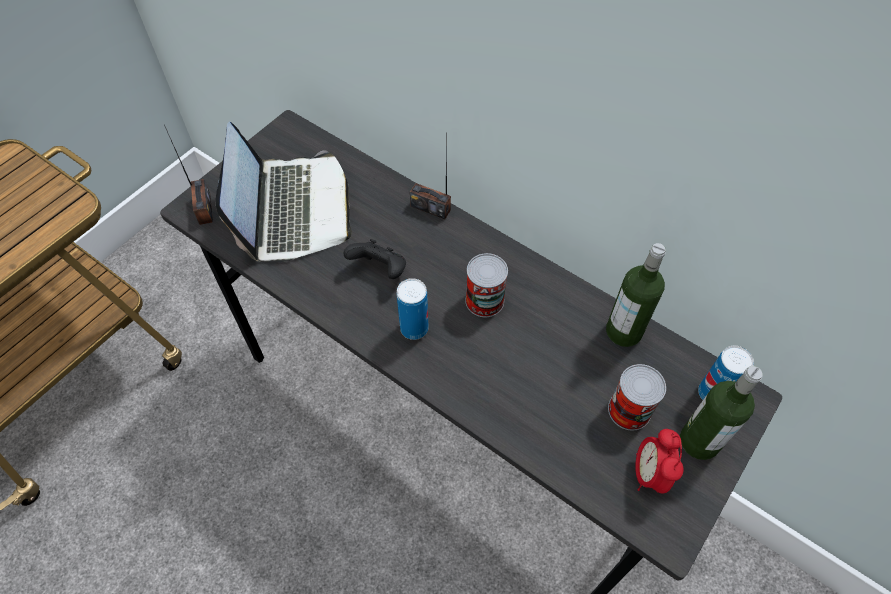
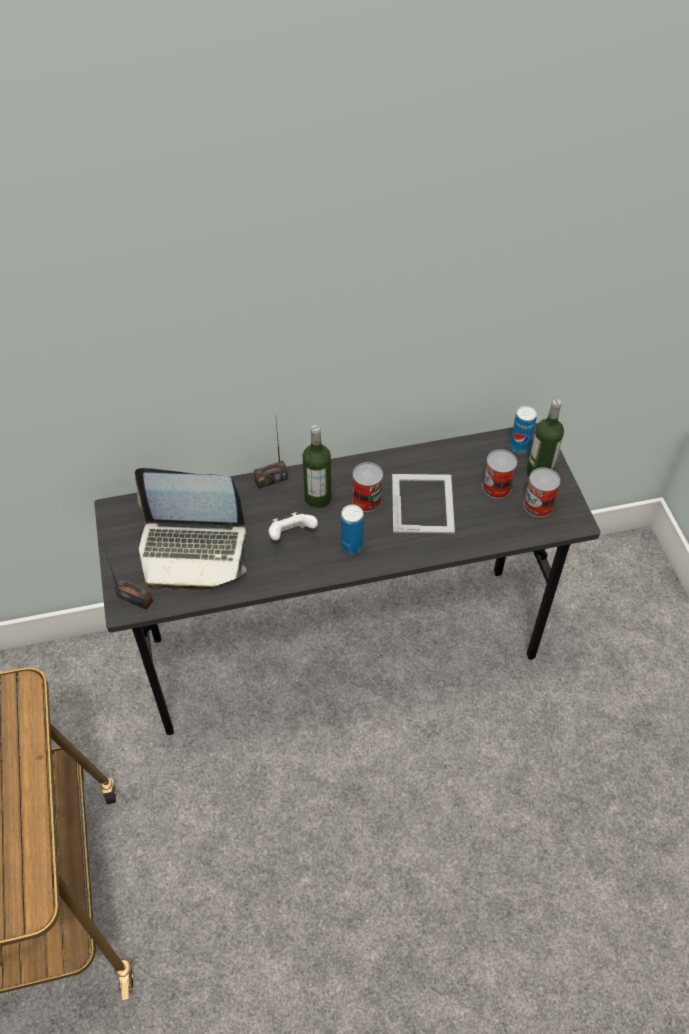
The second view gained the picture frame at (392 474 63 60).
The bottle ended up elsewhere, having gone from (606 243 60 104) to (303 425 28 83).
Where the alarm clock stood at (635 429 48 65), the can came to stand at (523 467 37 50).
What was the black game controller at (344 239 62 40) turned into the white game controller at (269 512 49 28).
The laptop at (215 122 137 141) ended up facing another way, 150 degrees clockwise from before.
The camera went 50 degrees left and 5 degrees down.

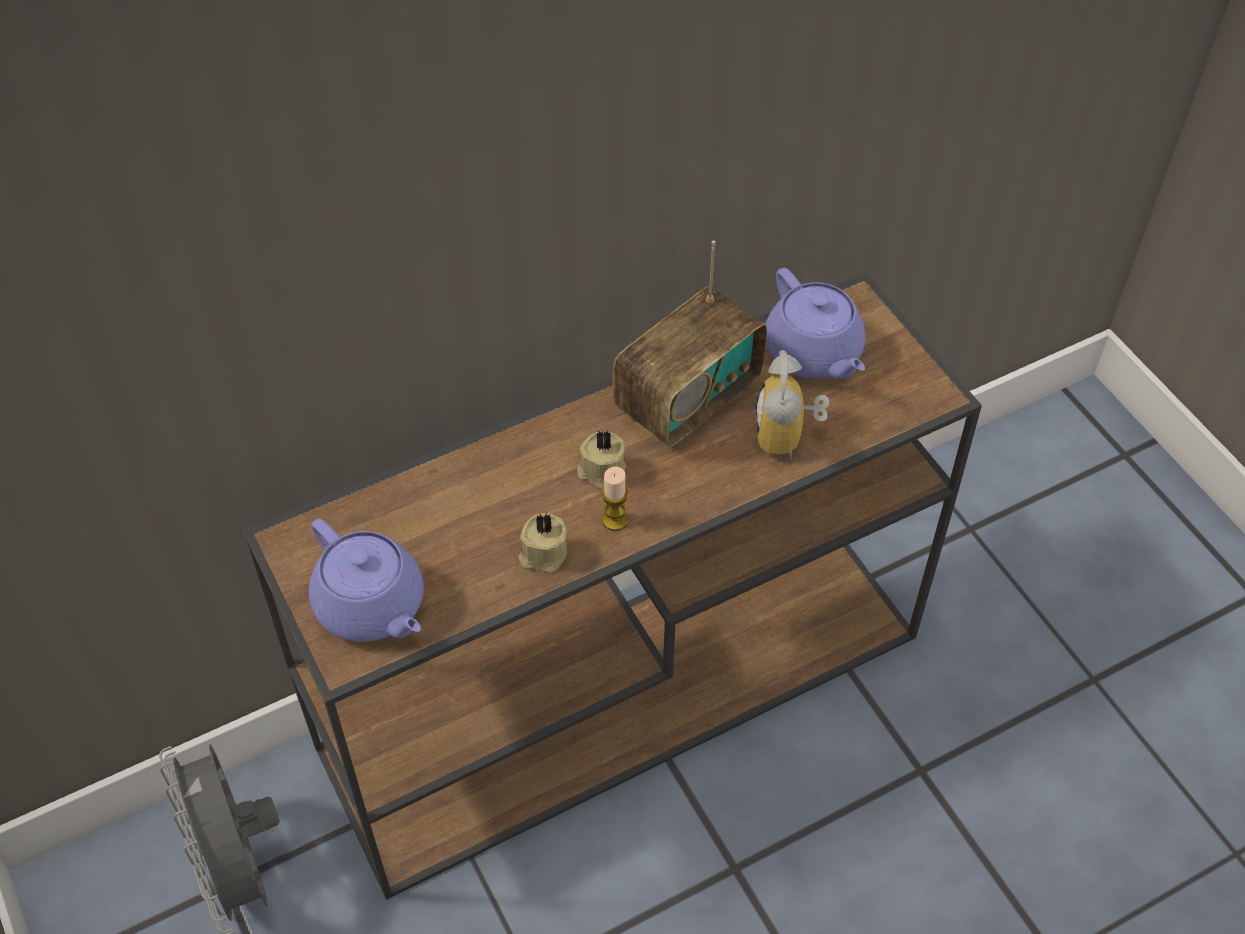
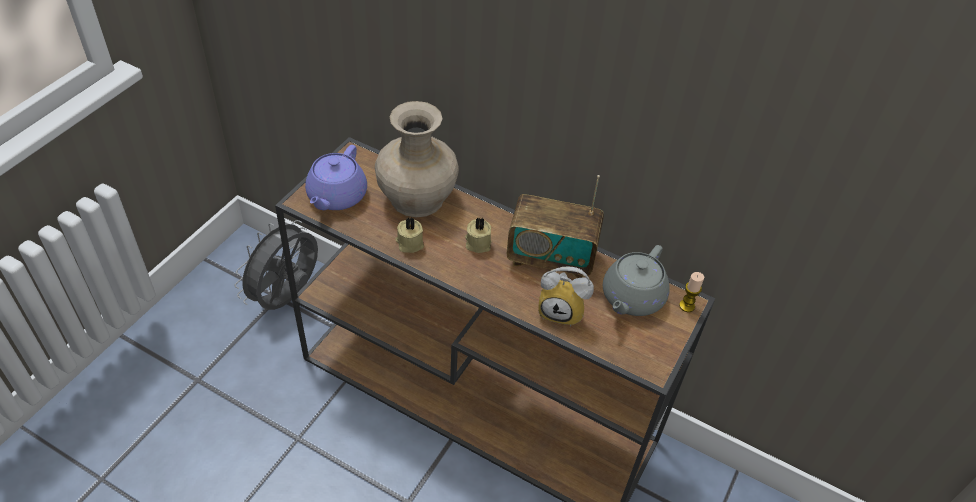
The second view gained the beige vase at (375 101 84 116).
The candle ended up elsewhere, having gone from (601 467 27 64) to (679 272 25 40).
What was the purple teapot at (765 268 100 111) turned into the grey teapot at (603 245 67 71).
The alarm clock at (755 350 74 109) ended up facing another way, 135 degrees counterclockwise from before.
The camera went 55 degrees right and 5 degrees down.

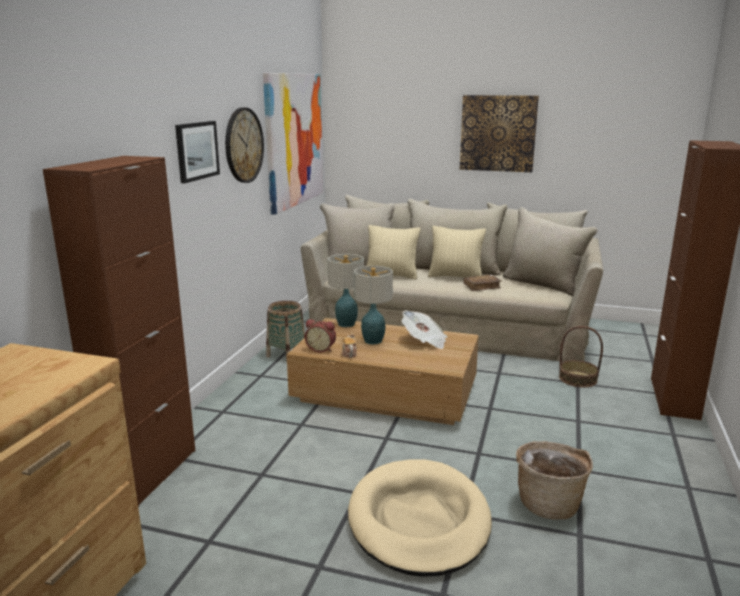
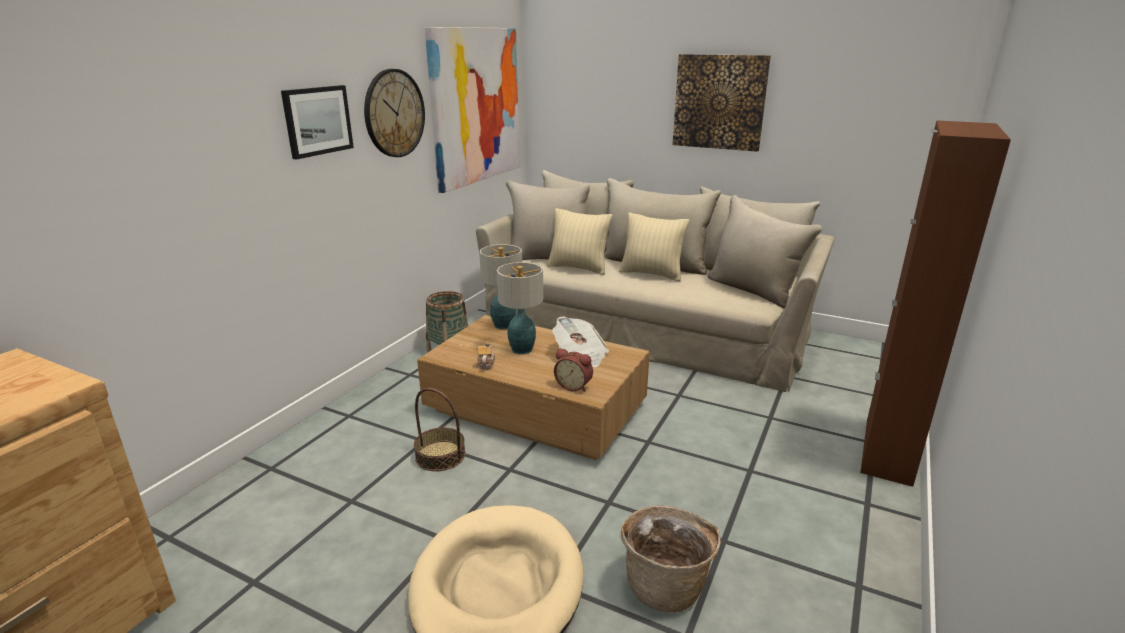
The second view lost the brown cabinet at (43 156 152 351).
The second view lost the brown book at (463 275 39 16).
The alarm clock ended up elsewhere, having gone from (305 319 31 33) to (554 349 39 42).
The basket ended up elsewhere, having gone from (559 326 44 61) to (414 388 52 83).
The camera went 10 degrees right and 5 degrees up.

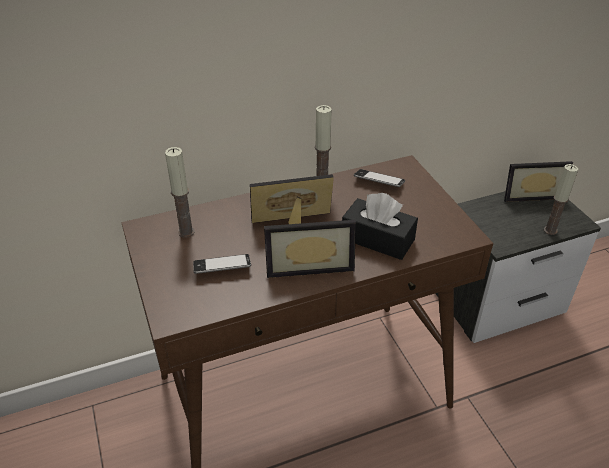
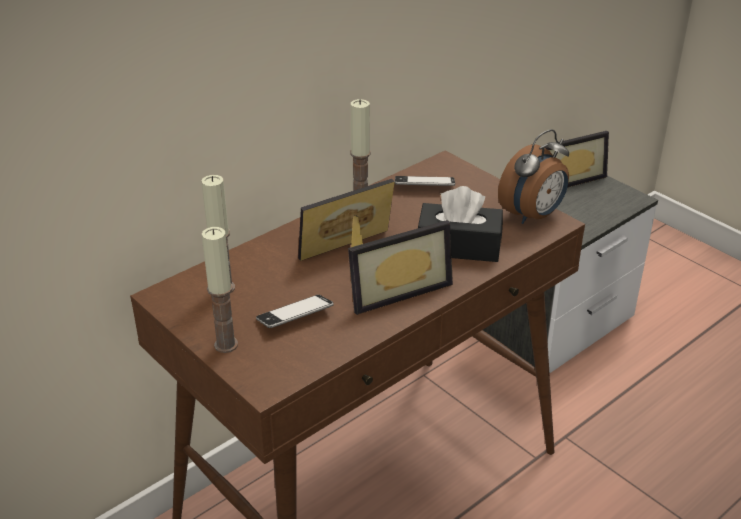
The second view gained the alarm clock at (498 129 71 95).
The candle ended up elsewhere, having gone from (544 164 34 71) to (202 227 36 126).
The camera went 20 degrees left and 5 degrees down.

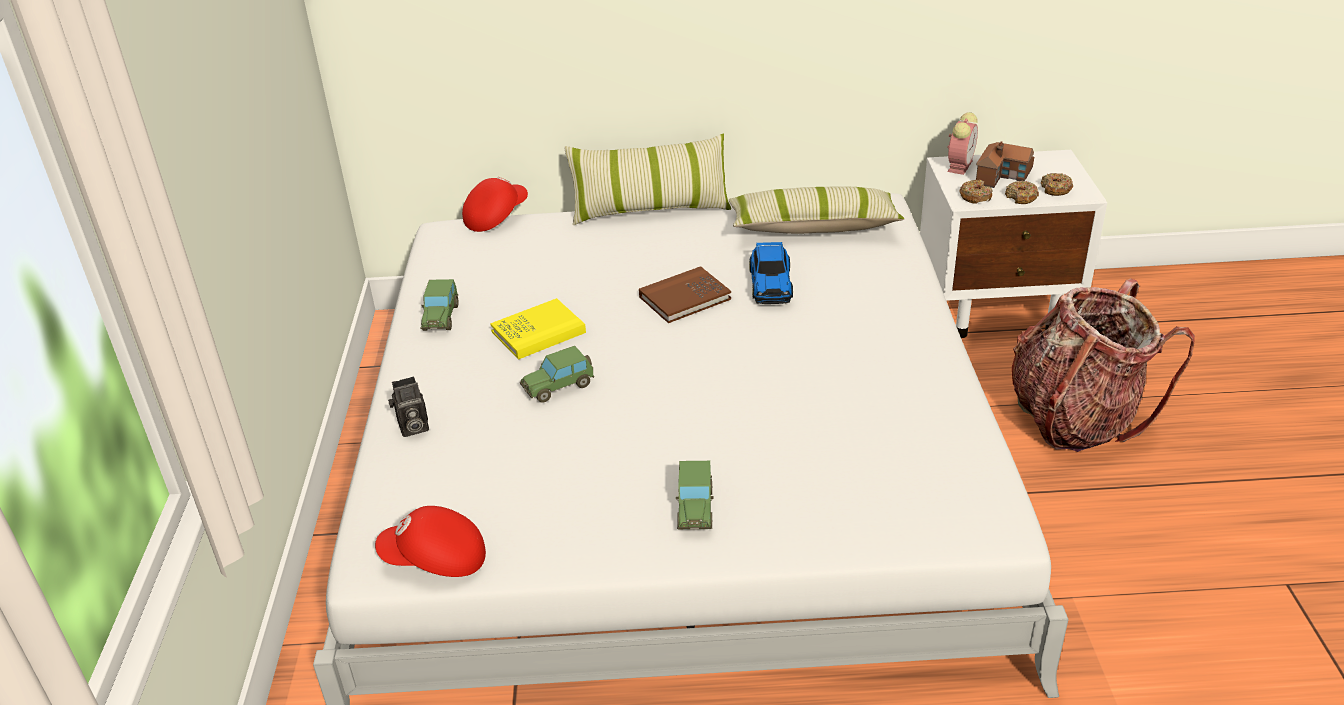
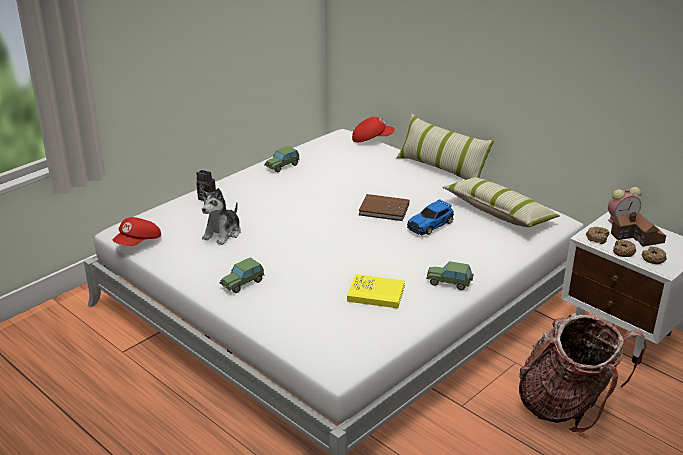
The second view gained the plush toy at (201 188 40 57).
The yellow book ended up elsewhere, having gone from (490 298 96 62) to (347 274 58 34).
The toy car ended up elsewhere, having gone from (520 346 74 57) to (426 261 47 29).
The red cap at (375 506 111 71) ended up facing another way, 105 degrees counterclockwise from before.
The camera went 45 degrees right and 5 degrees down.

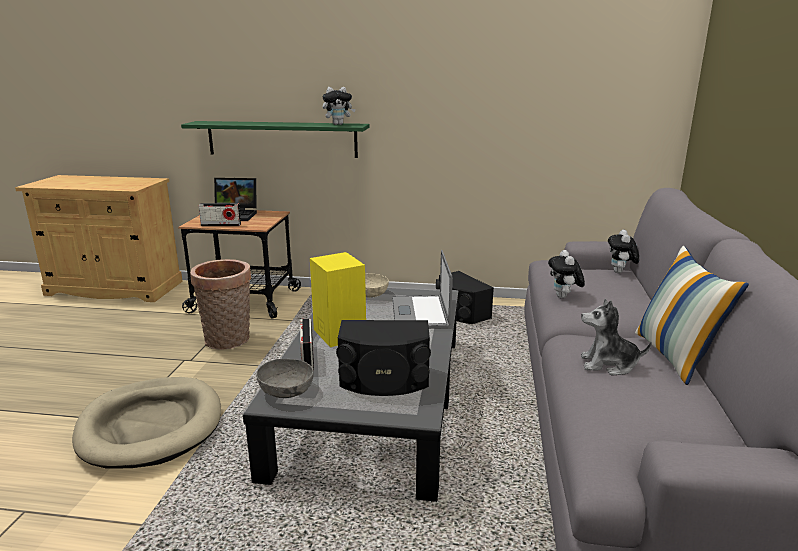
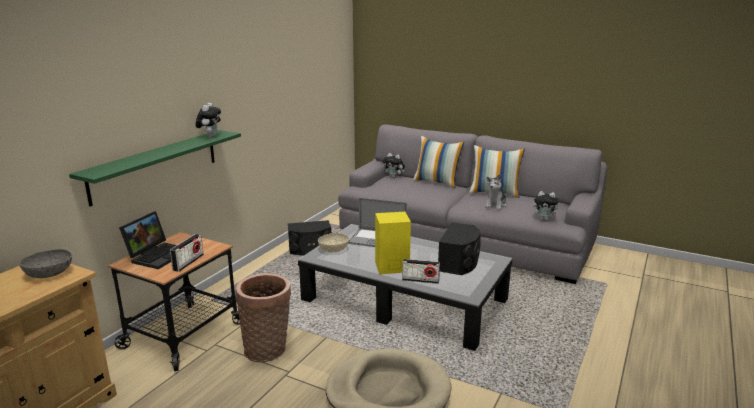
The second view gained the pillow at (413 136 51 52).
The grey bowl ended up elsewhere, having gone from (256 359 58 39) to (19 249 53 29).
The plush toy ended up elsewhere, having gone from (548 250 37 48) to (533 191 28 30).
The camera went 70 degrees left and 0 degrees up.

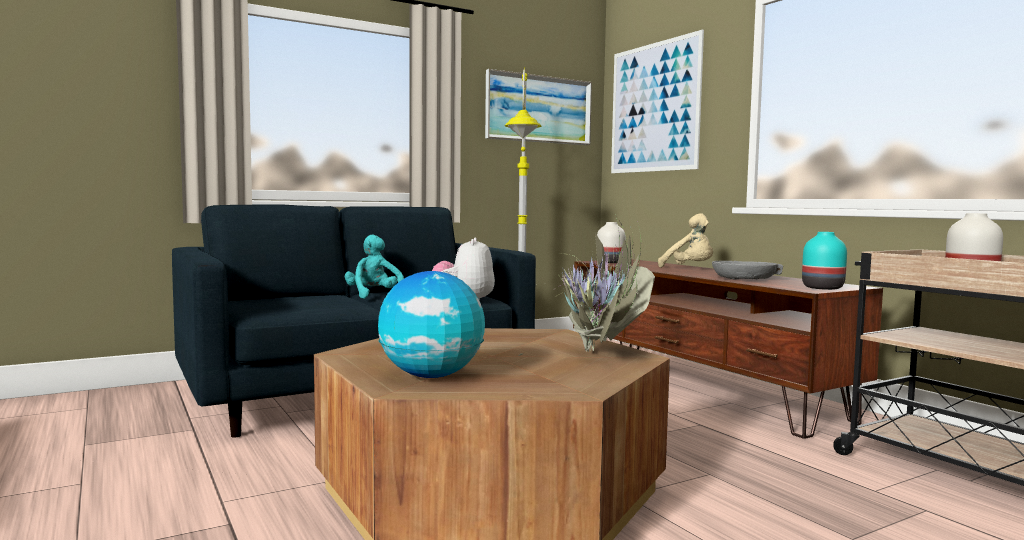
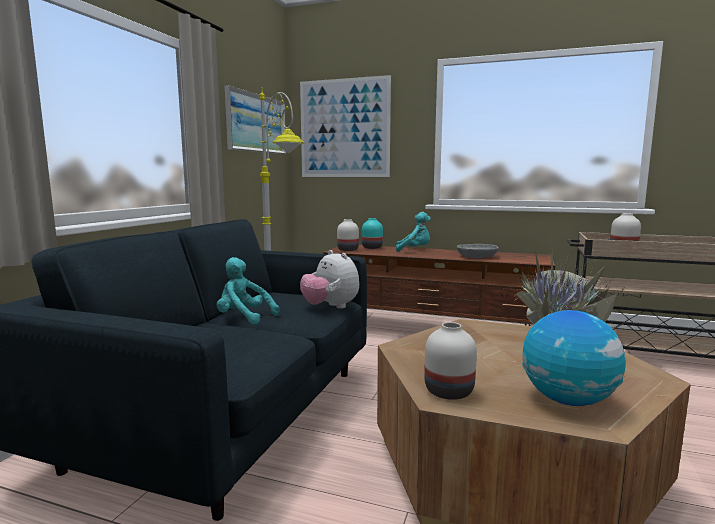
The second view gained the white vase at (424 322 53 78).
The turquoise vase ended up elsewhere, having gone from (802 232 45 58) to (362 218 21 31).
What was the beige plush toy at (658 213 55 55) turned into the turquoise plush toy at (396 212 35 40).
The camera went 40 degrees left and 5 degrees up.

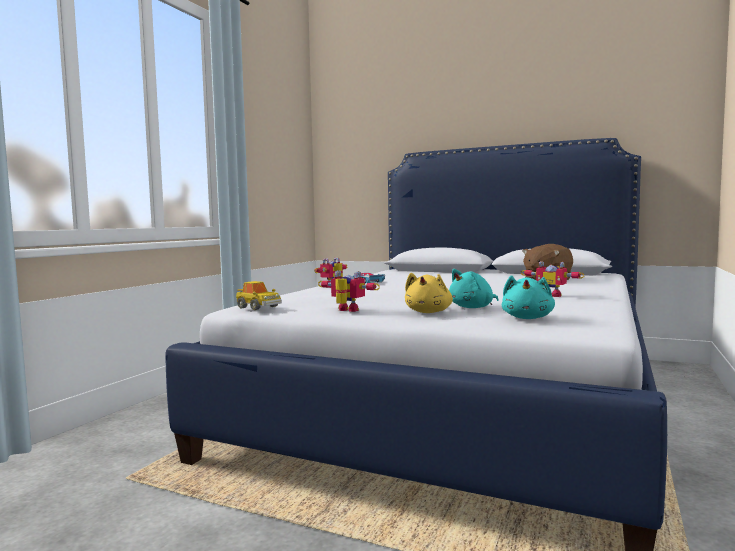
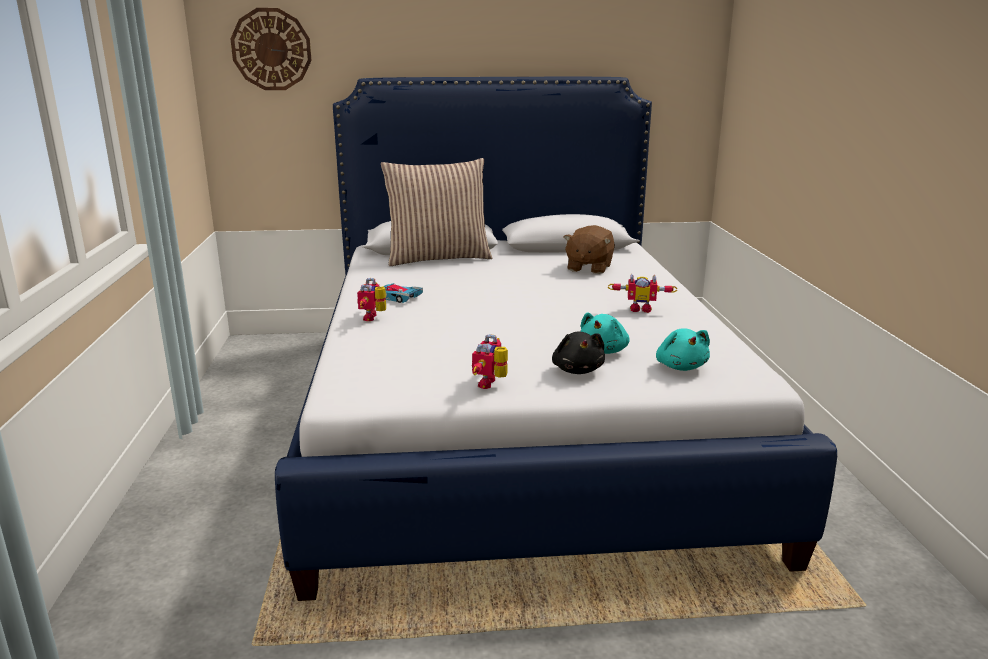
The second view lost the toy car at (236 281 46 29).
The second view gained the wall clock at (230 8 82 82).
The second view gained the pillow at (381 158 111 108).
What was the yellow plush toy at (405 273 48 40) turned into the black plush toy at (552 332 53 42).
The toy robot at (318 270 62 42) ended up facing another way, 75 degrees counterclockwise from before.
The camera went 30 degrees left and 15 degrees up.

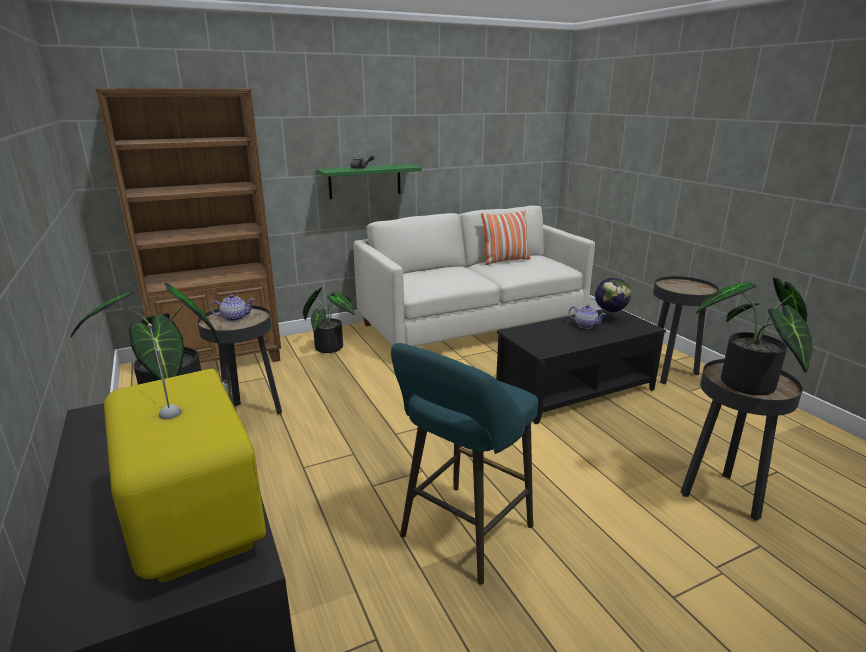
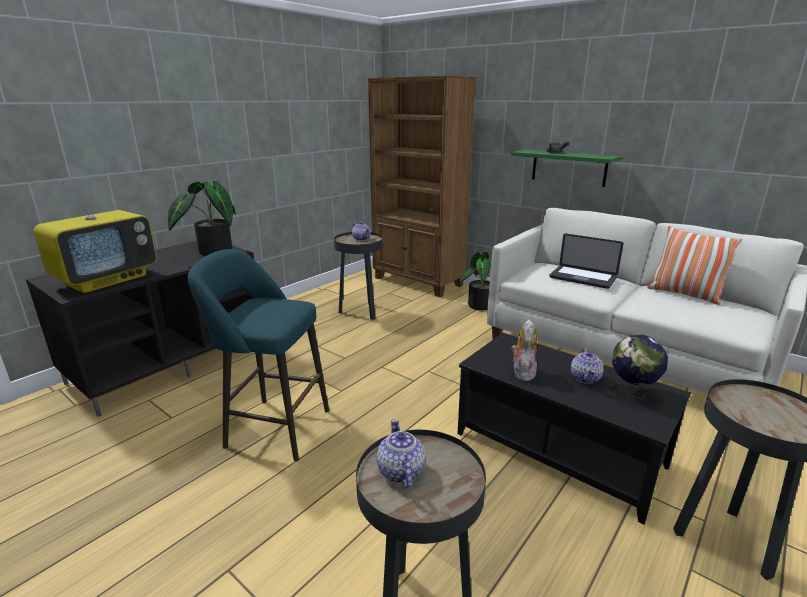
The second view gained the plush toy at (512 319 25 62).
The second view gained the laptop at (549 234 75 55).
Where the potted plant stood at (696 278 116 117), the teapot came to stand at (377 419 48 69).
The camera went 65 degrees right and 0 degrees up.

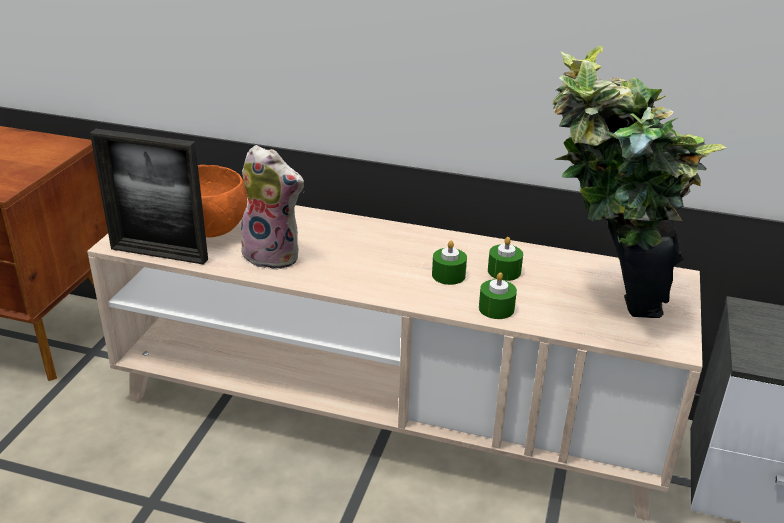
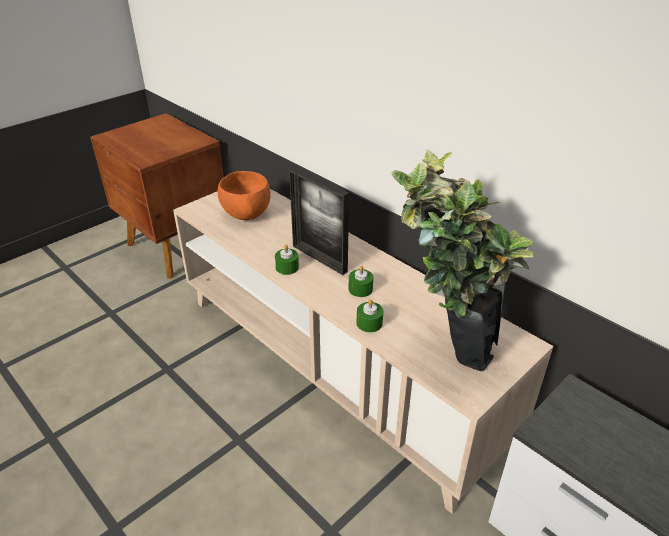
The second view lost the plush toy at (241 145 64 125).
The picture frame ended up elsewhere, having gone from (90 129 118 136) to (289 167 60 108).
The green candle ended up elsewhere, having gone from (488 237 35 44) to (275 245 24 30).
The camera went 30 degrees right and 5 degrees up.

